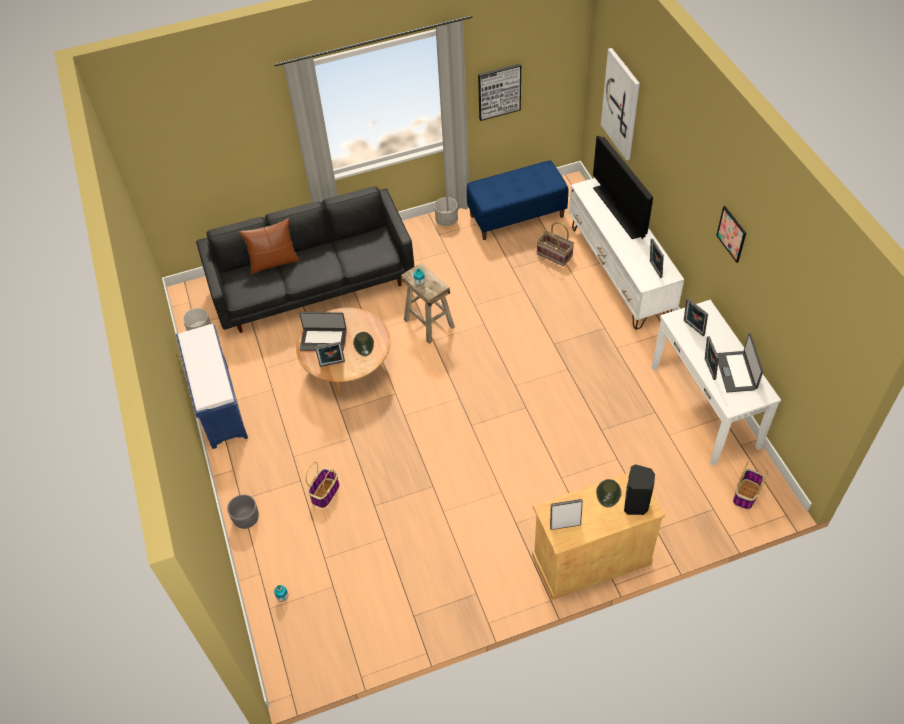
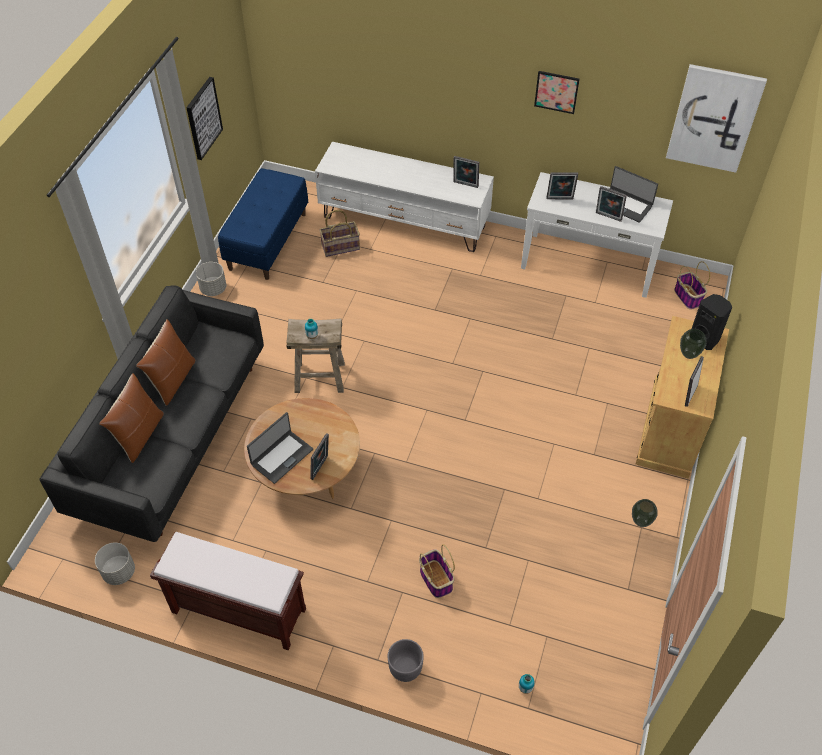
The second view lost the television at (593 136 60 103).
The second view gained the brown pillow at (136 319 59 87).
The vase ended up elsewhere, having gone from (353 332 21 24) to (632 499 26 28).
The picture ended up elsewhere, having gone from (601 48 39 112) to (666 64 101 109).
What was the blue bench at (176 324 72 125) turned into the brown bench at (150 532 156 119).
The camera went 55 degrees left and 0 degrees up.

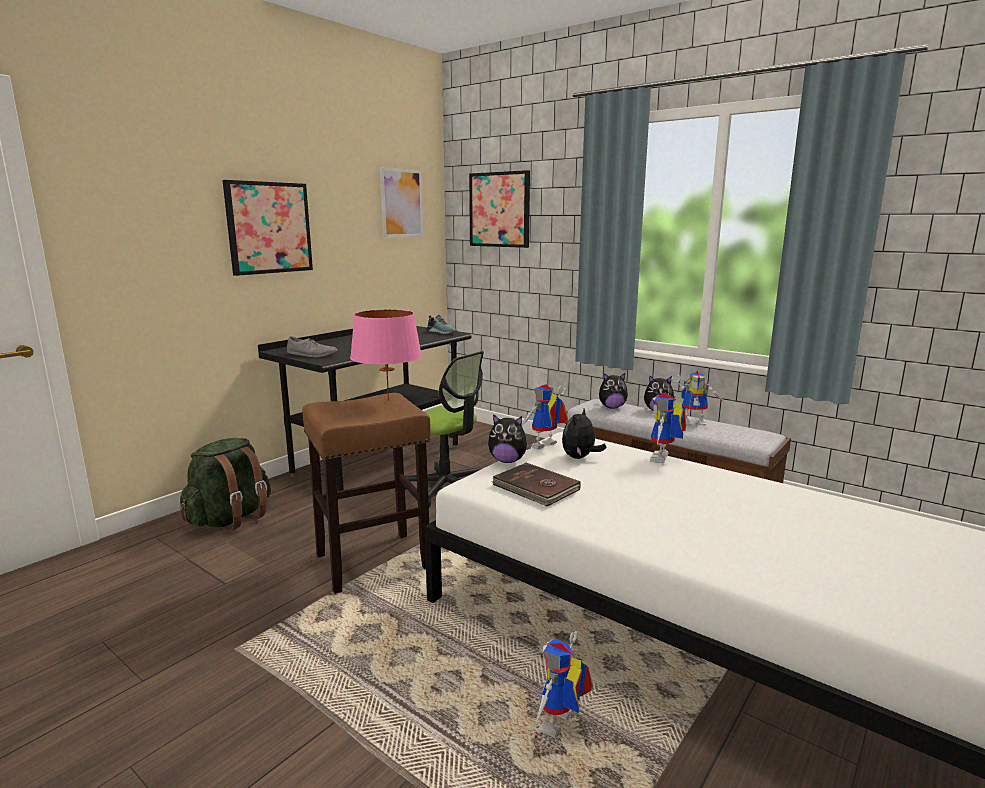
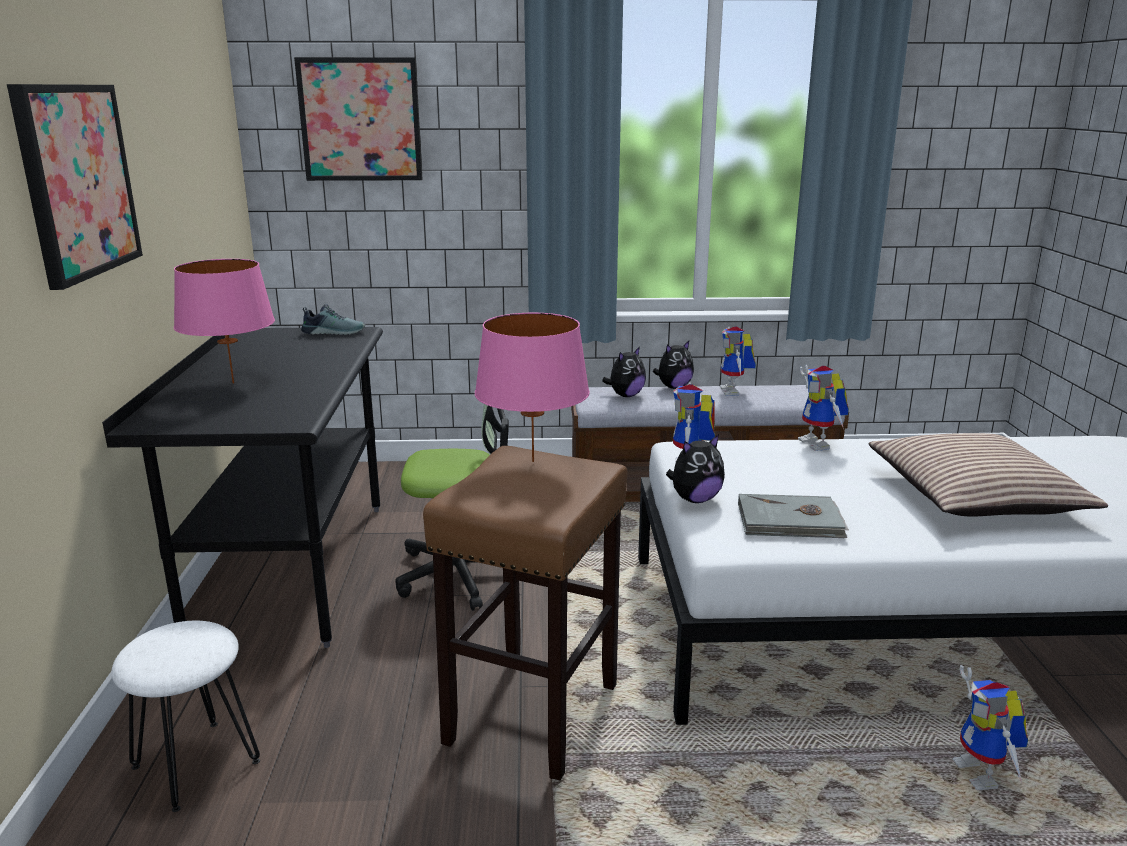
The second view lost the grey shoe at (287 336 51 21).
The second view lost the picture at (380 167 43 71).
The second view lost the plush toy at (562 409 44 50).
The second view gained the pink table lamp at (174 259 101 125).
The second view gained the pillow at (869 433 239 83).
Where the green backpack stood at (180 438 91 93), the white stool came to stand at (111 621 149 191).
What was the brown book at (492 463 89 43) turned into the grey book at (738 494 111 44).
The toy robot at (671 370 54 55) ended up facing another way, 120 degrees clockwise from before.
The camera went 40 degrees left and 5 degrees up.

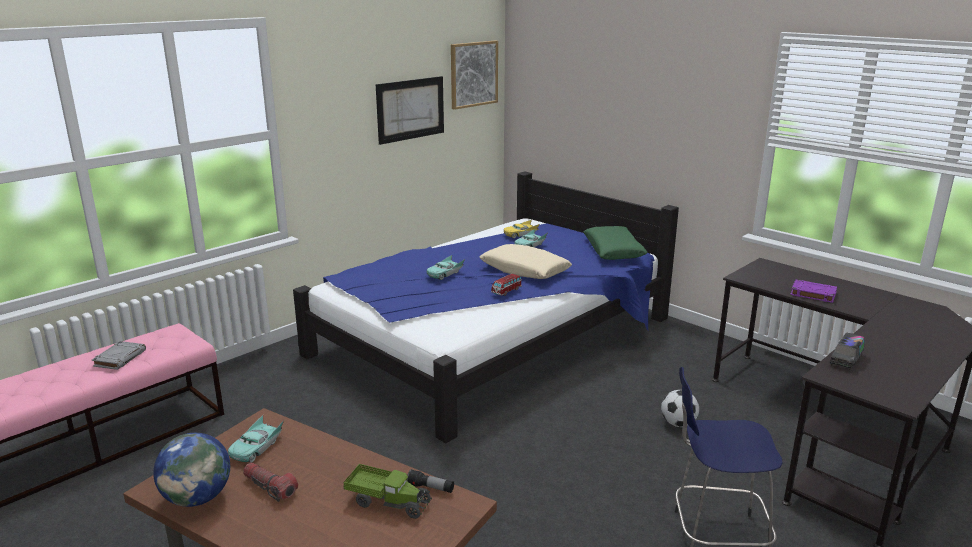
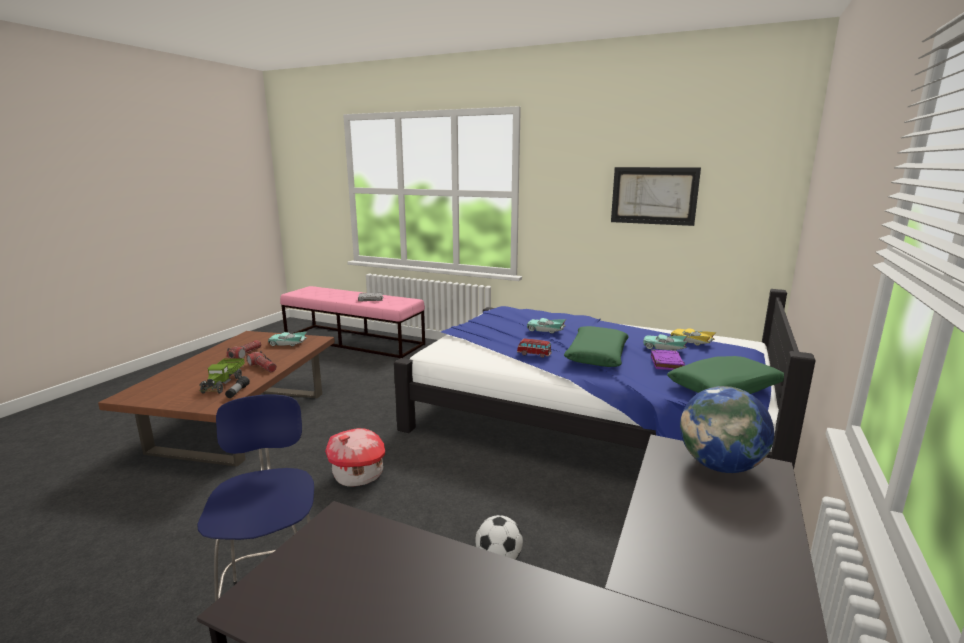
The second view lost the picture at (451 41 47 69).
The second view lost the toy truck at (830 333 35 38).
The second view gained the flashlight at (246 351 31 21).
The second view gained the toy house at (325 428 60 59).
The globe ended up elsewhere, having gone from (153 433 77 74) to (680 386 94 87).
The purple book ended up elsewhere, having gone from (790 280 47 23) to (651 349 34 21).
What was the beige pillow at (480 244 92 35) turned into the green pillow at (564 326 65 41).
The camera went 70 degrees right and 5 degrees down.

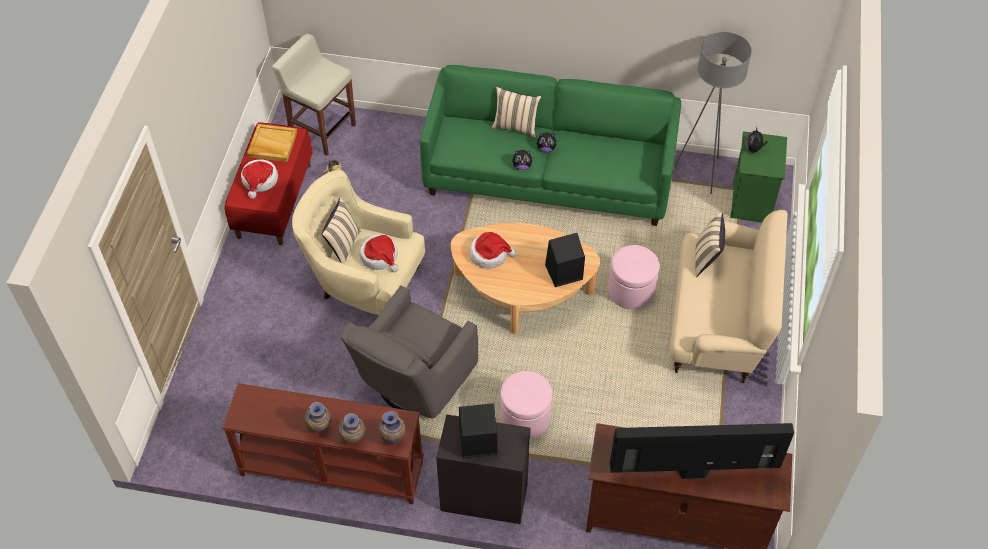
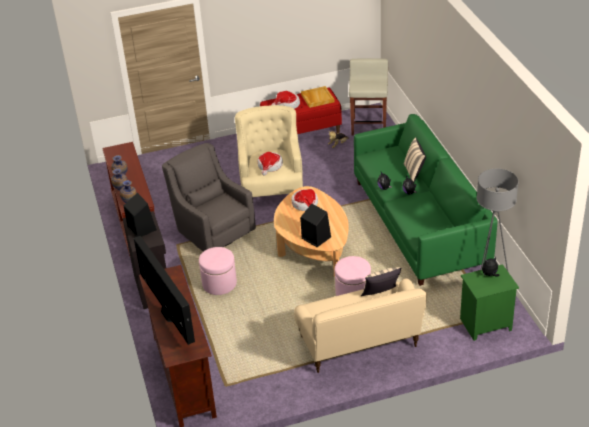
The second view lost the beige pillow at (322 198 39 66).
The grey armchair at (340 286 138 133) ended up facing another way, 45 degrees clockwise from before.
The camera went 65 degrees right and 15 degrees down.

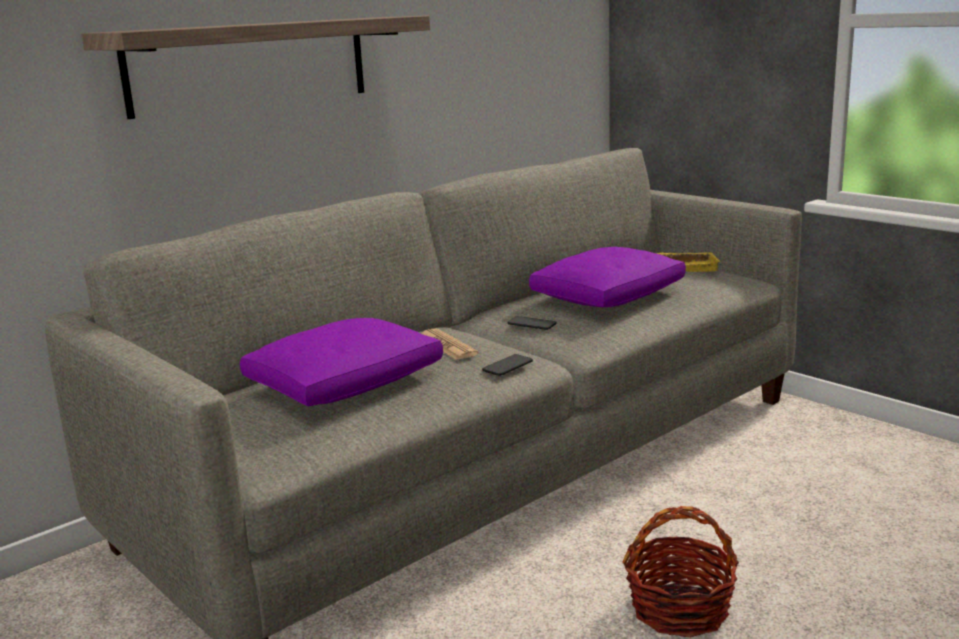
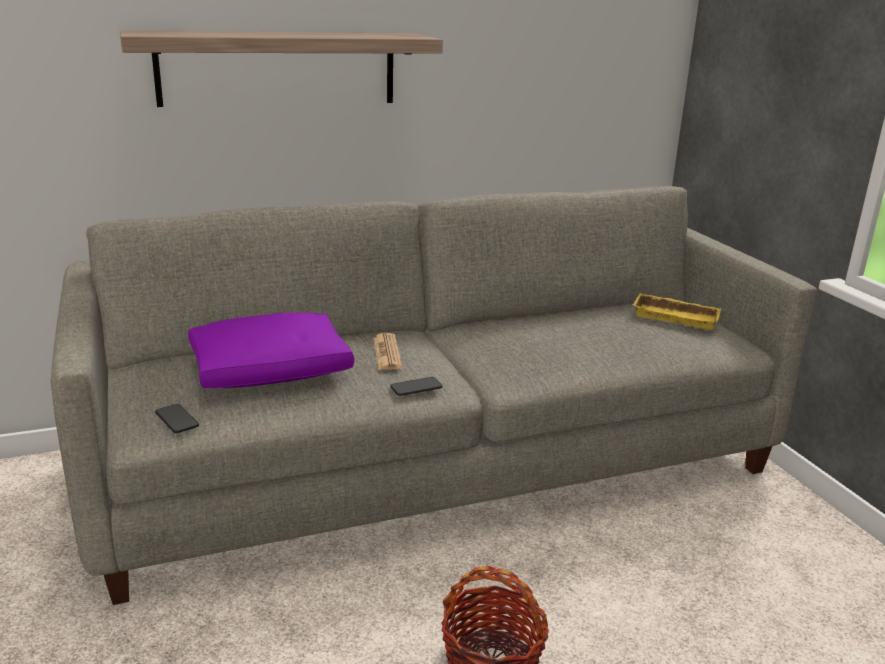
The second view lost the purple pillow at (529 247 157 60).
The phone ended up elsewhere, having gone from (508 316 49 14) to (155 404 44 29).
The camera went 20 degrees right and 5 degrees up.

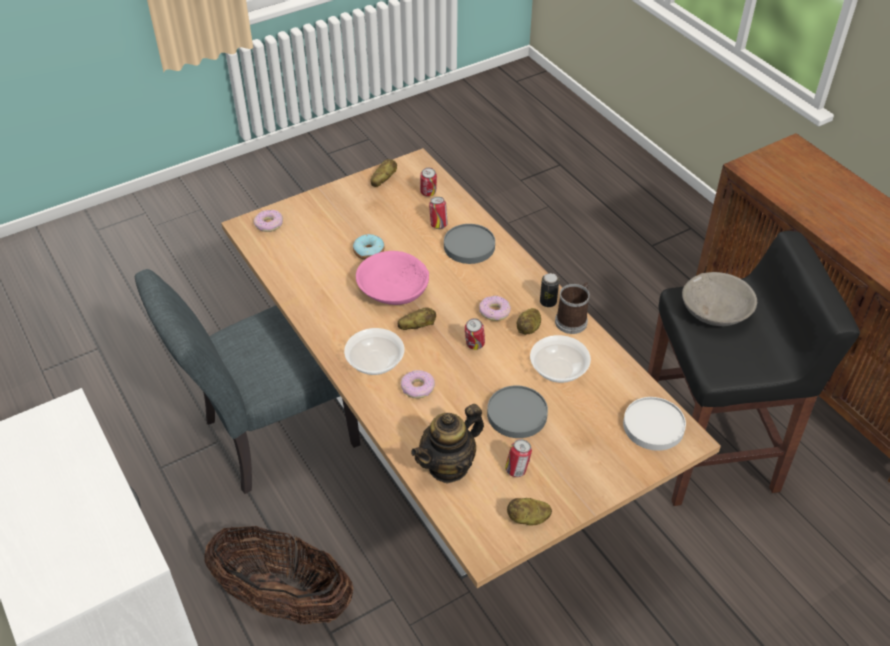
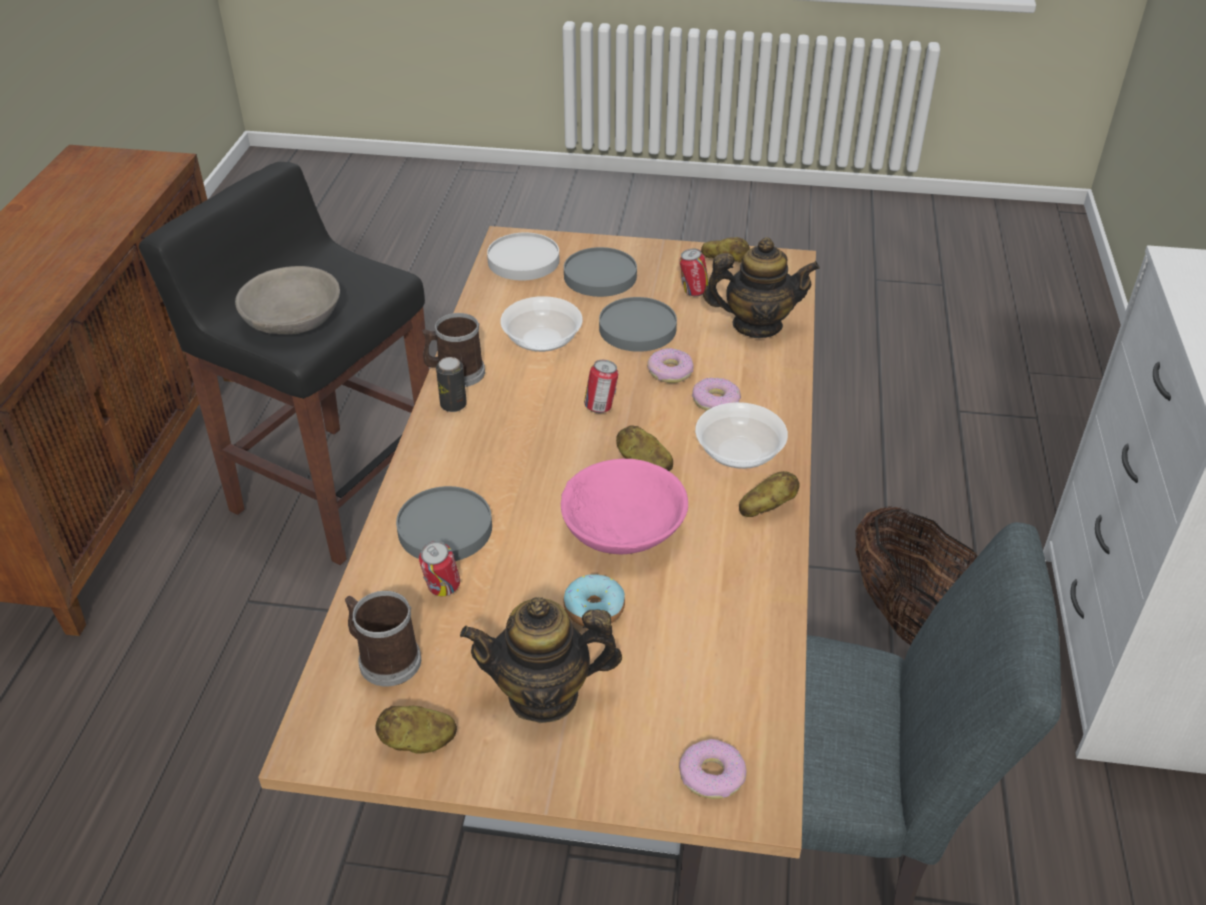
The second view gained the teapot at (460 597 162 126).
The second view gained the grey plate at (564 247 73 50).
The donut ended up elsewhere, having gone from (479 296 32 25) to (647 348 47 35).
The potato ended up elsewhere, having gone from (517 308 24 27) to (739 471 61 46).
Where the can stood at (420 168 17 29), the mug came to stand at (345 591 76 95).
The camera went 140 degrees left and 5 degrees down.

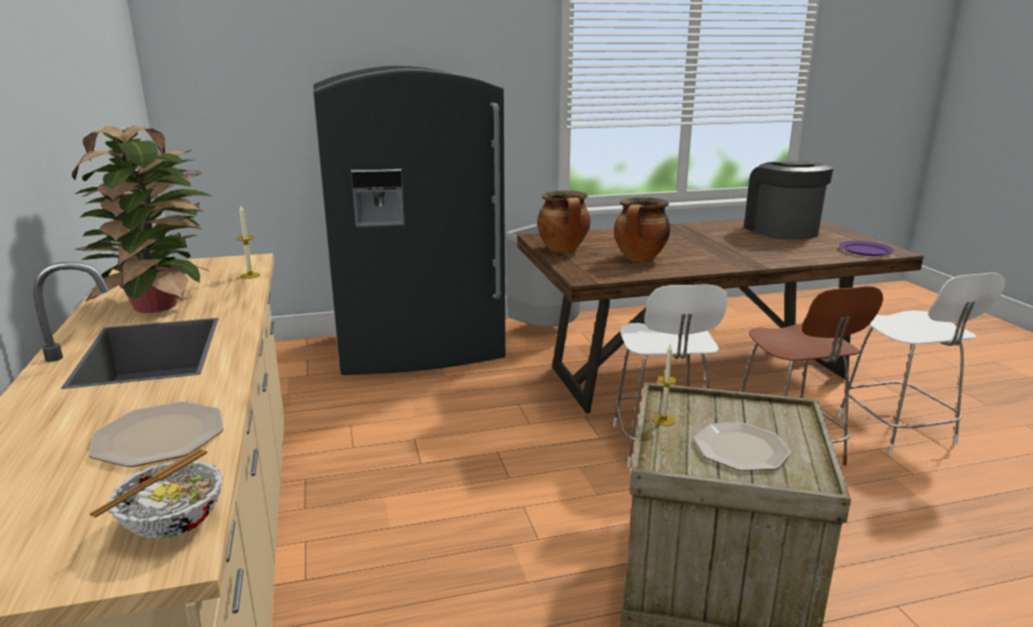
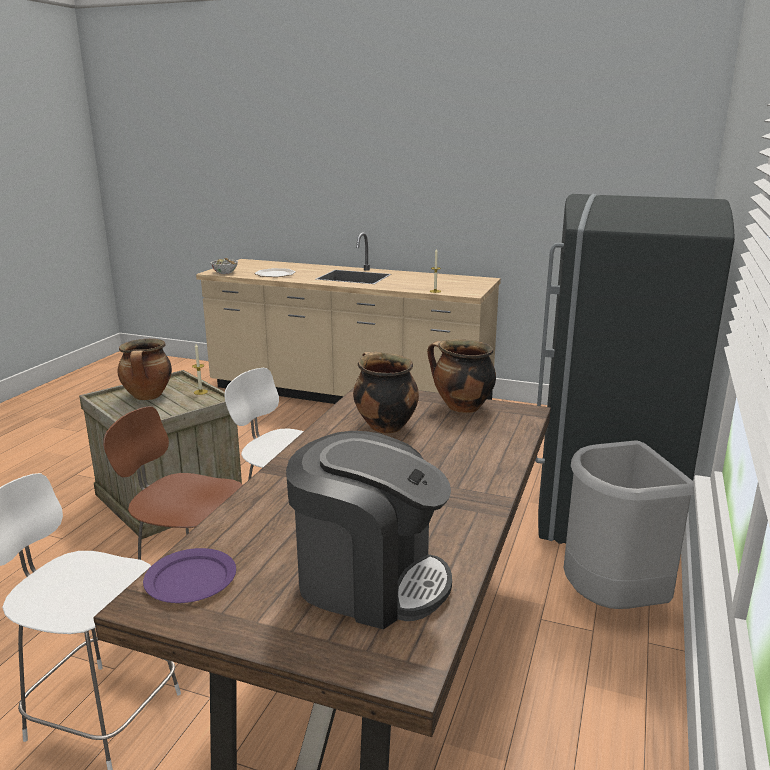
The second view lost the potted plant at (72 126 139 187).
Where the plate stood at (693 422 98 49), the cooking pot came to stand at (117 339 55 61).
The camera went 125 degrees right and 0 degrees up.

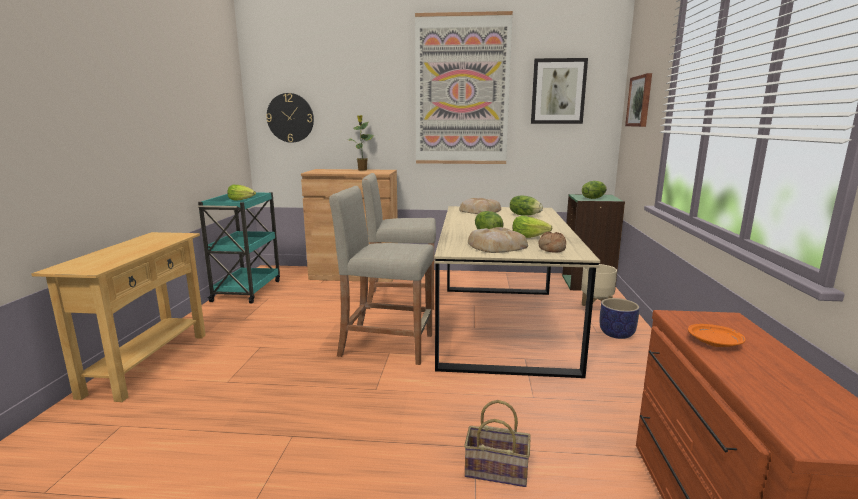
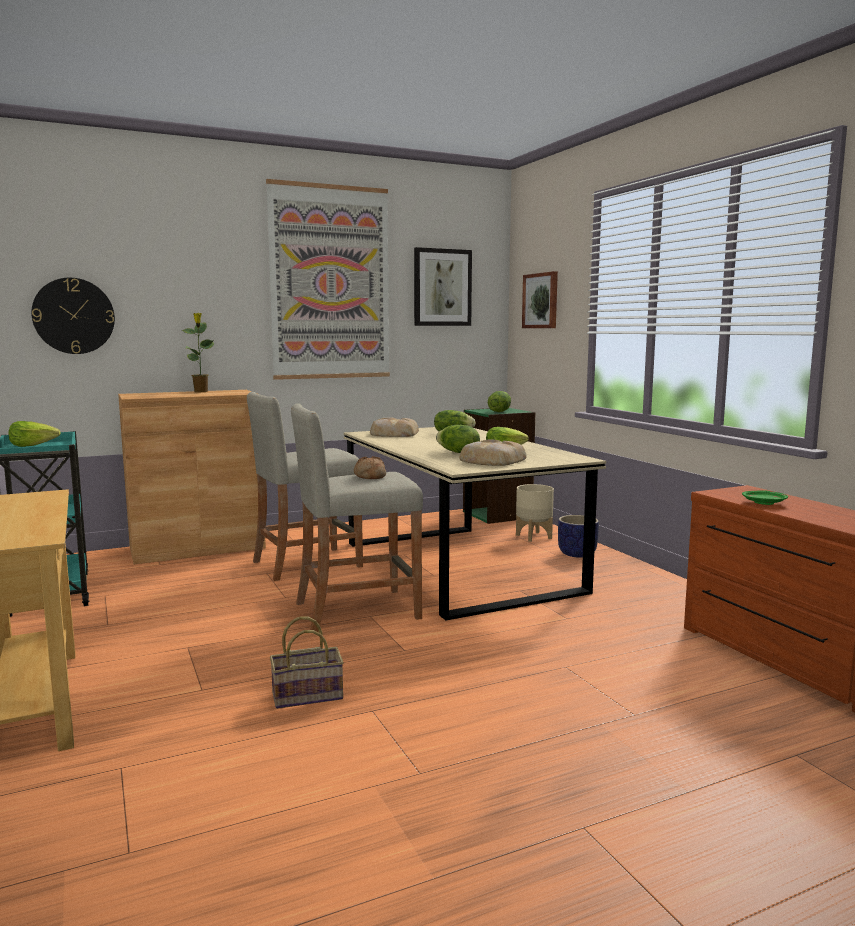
The basket ended up elsewhere, having gone from (464 400 67 87) to (270 616 74 93).
The bread ended up elsewhere, having gone from (538 232 28 21) to (354 456 32 23).
What was the orange plate at (688 324 58 23) turned into the green plate at (742 491 46 14).
The camera went 30 degrees left and 5 degrees down.

